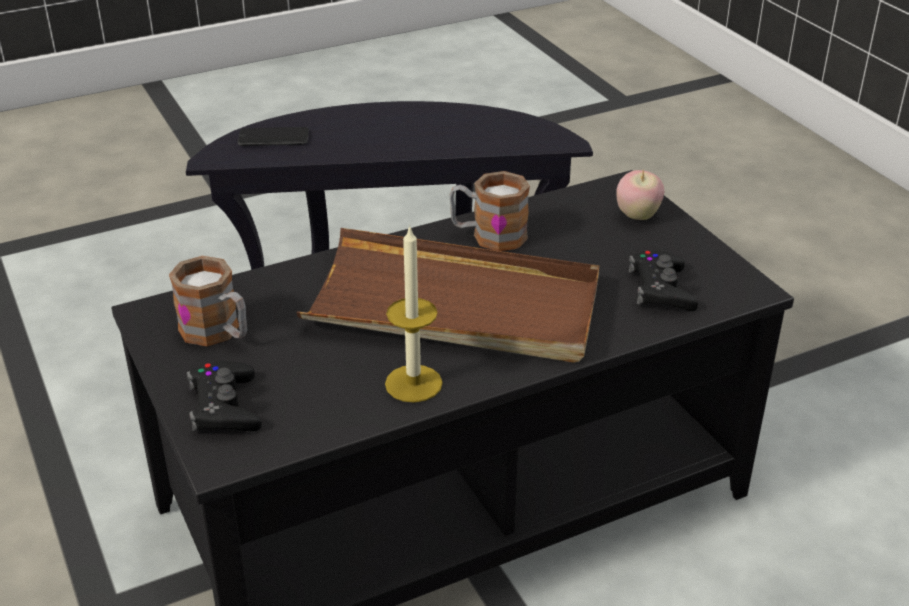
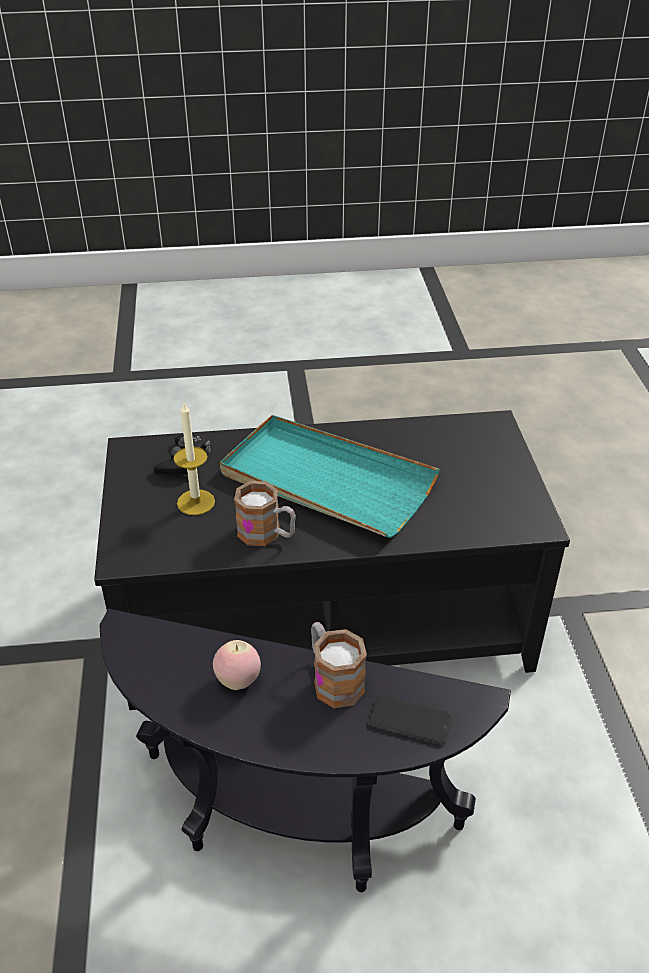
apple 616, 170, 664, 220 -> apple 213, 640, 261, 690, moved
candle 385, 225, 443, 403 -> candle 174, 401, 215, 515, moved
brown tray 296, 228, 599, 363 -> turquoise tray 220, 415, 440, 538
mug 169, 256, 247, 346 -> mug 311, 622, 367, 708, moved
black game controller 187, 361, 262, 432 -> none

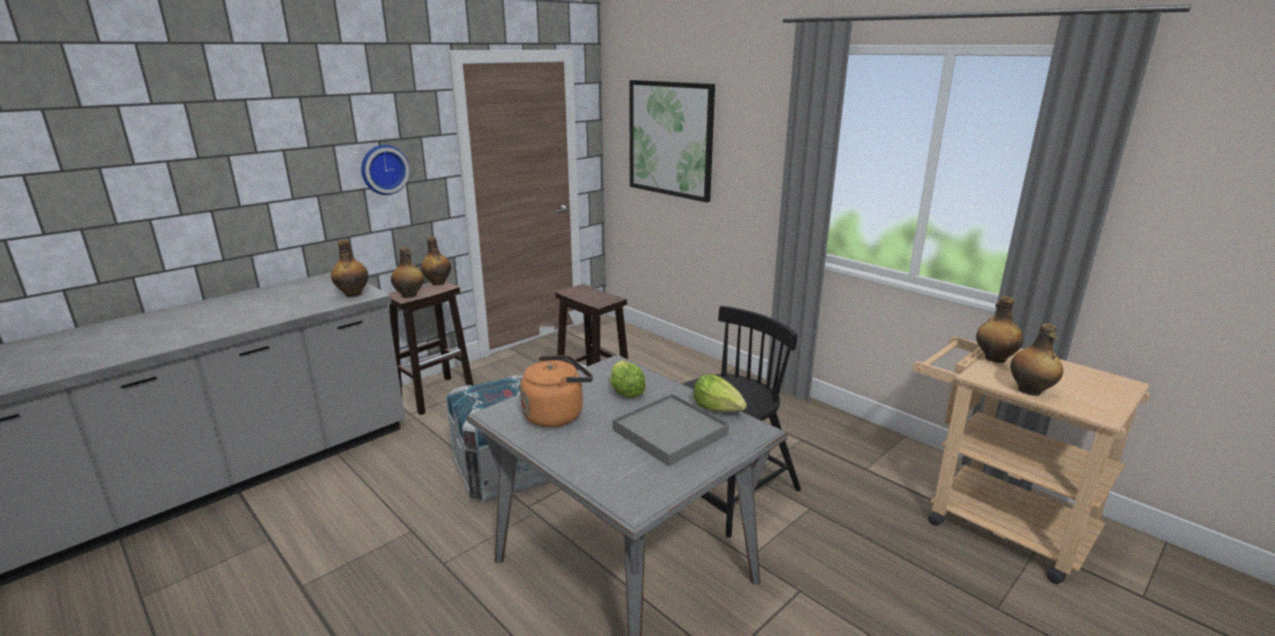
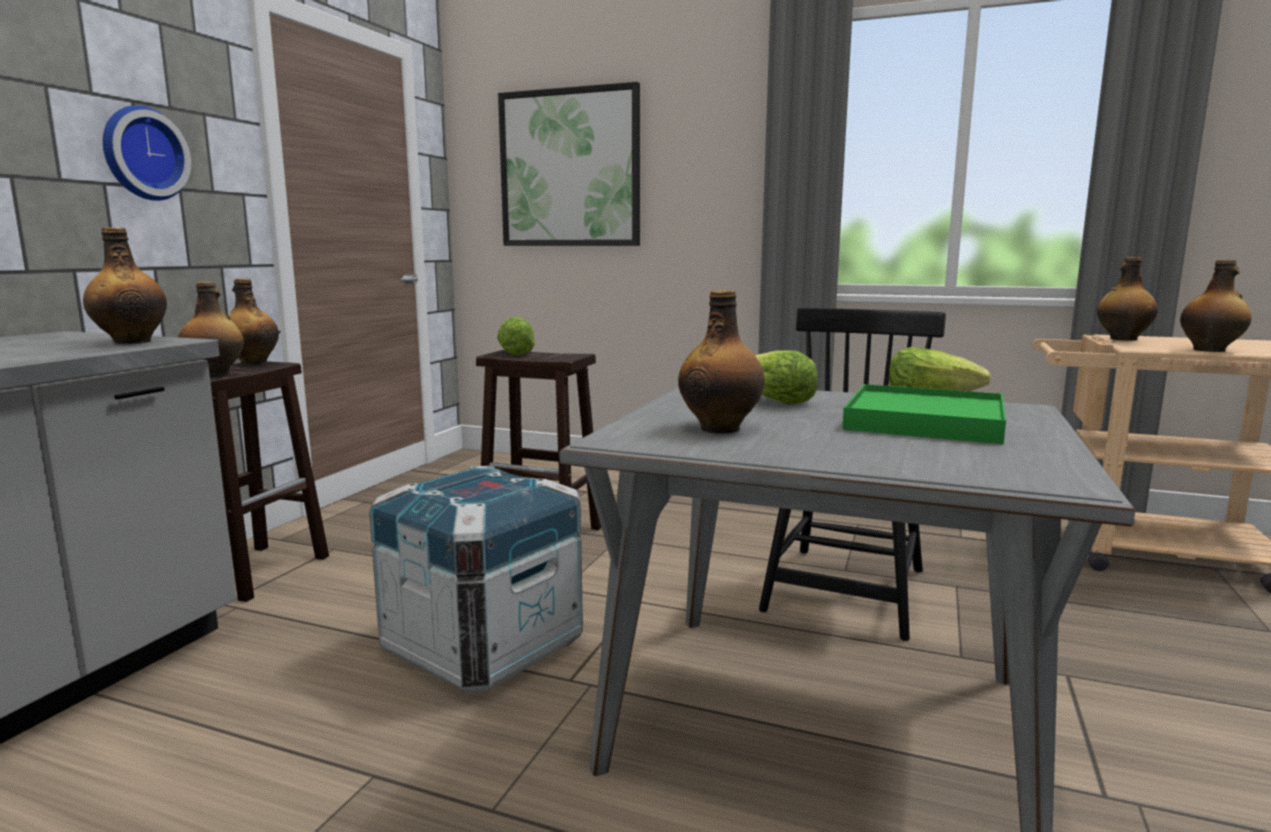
orange kettle 520, 355, 593, 428 -> bottle 678, 290, 765, 434
grey tray 613, 394, 729, 466 -> green tray 842, 384, 1006, 444
none -> lettuce 497, 317, 535, 355

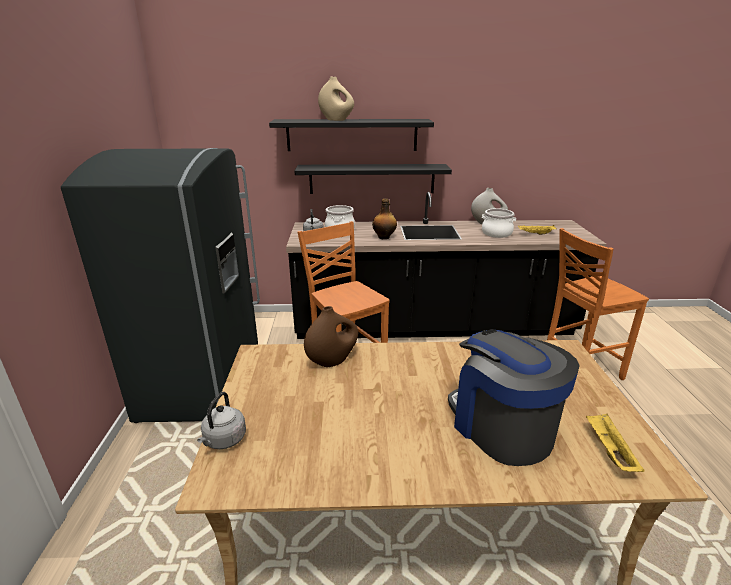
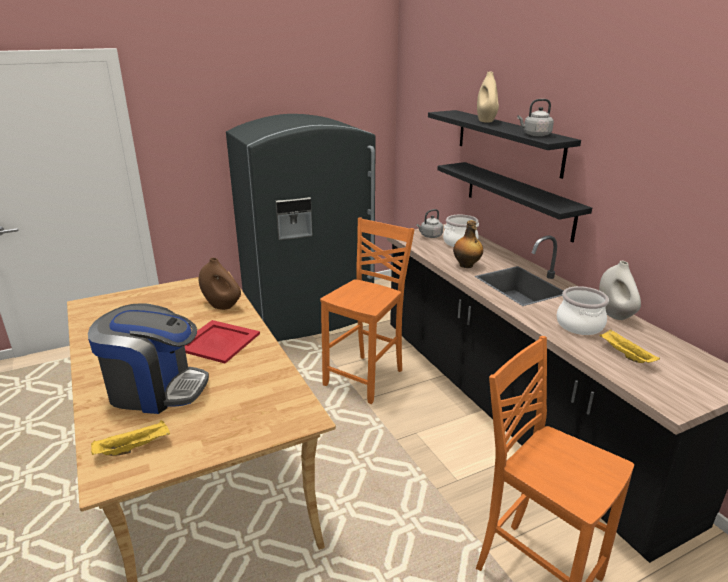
coffee machine 448, 329, 580, 466 -> coffee machine 88, 303, 209, 414, 60 degrees clockwise
grey kettle 197, 392, 246, 449 -> grey kettle 517, 99, 554, 136, moved
none -> red tray 185, 320, 260, 363

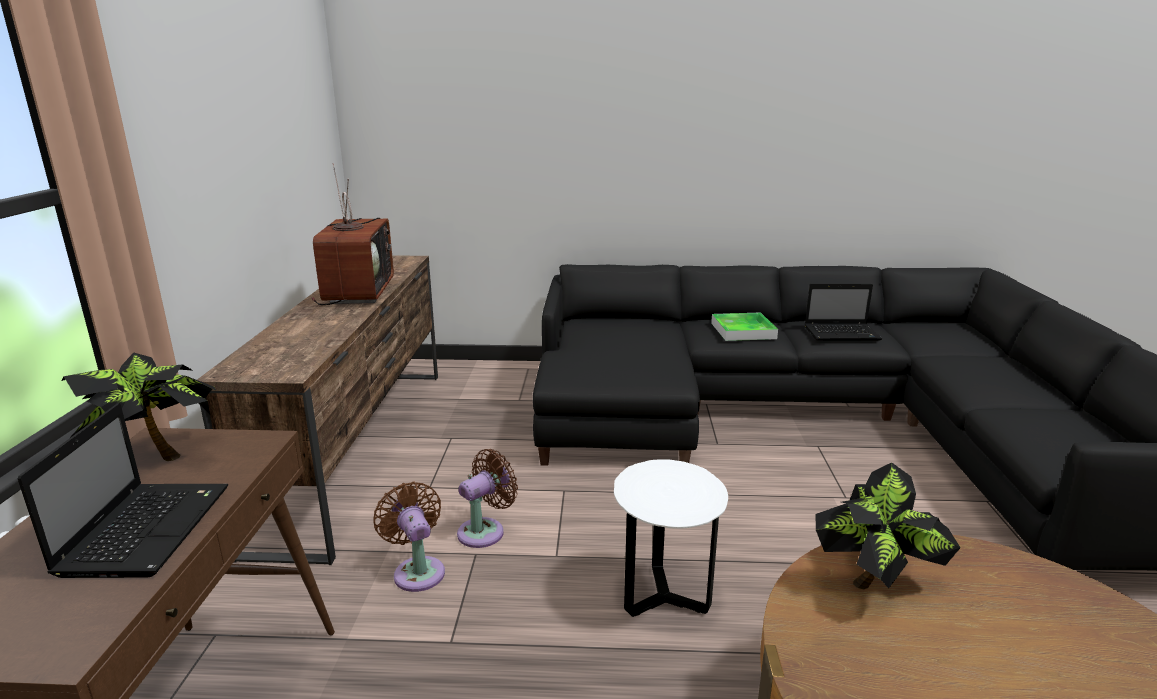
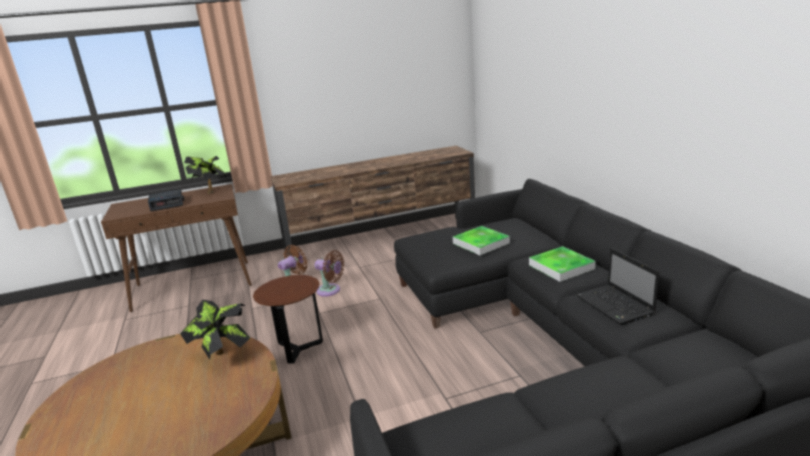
television 312, 163, 394, 305 -> none
laptop 18, 404, 228, 578 -> alarm clock 148, 189, 184, 211
white side table 614, 459, 728, 617 -> brown side table 253, 275, 323, 364
none -> tray 453, 226, 510, 255

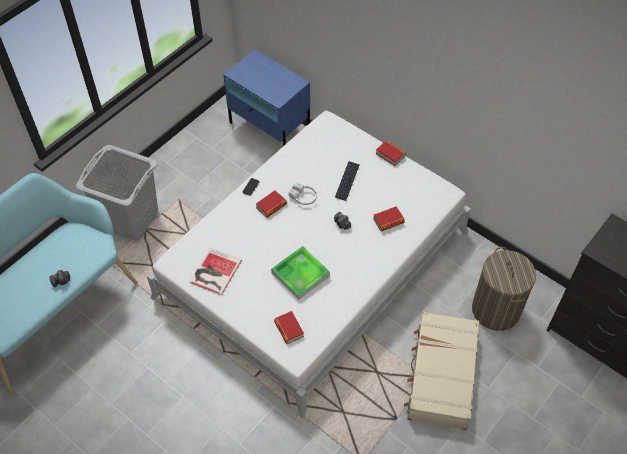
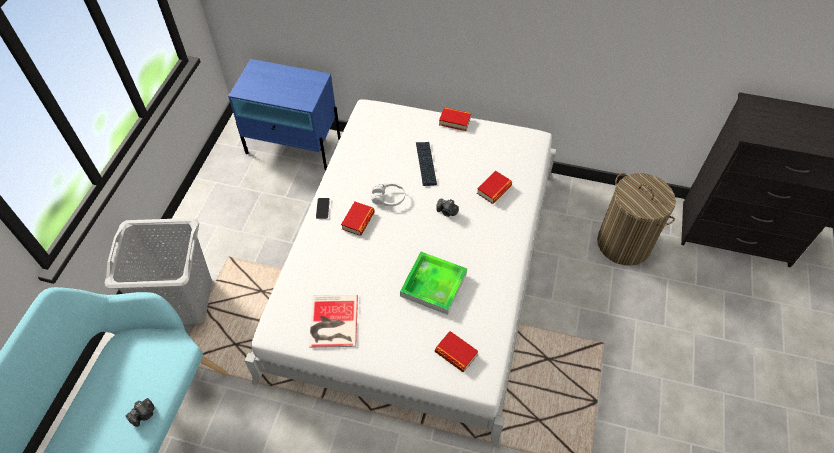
beige suitcase 404, 312, 479, 430 -> none

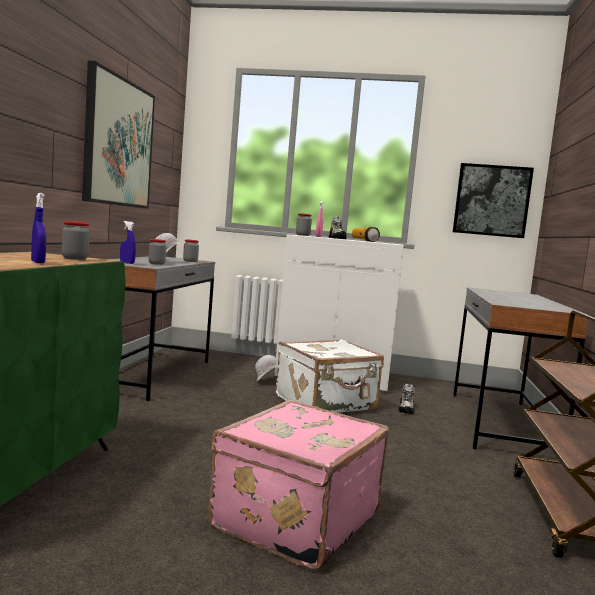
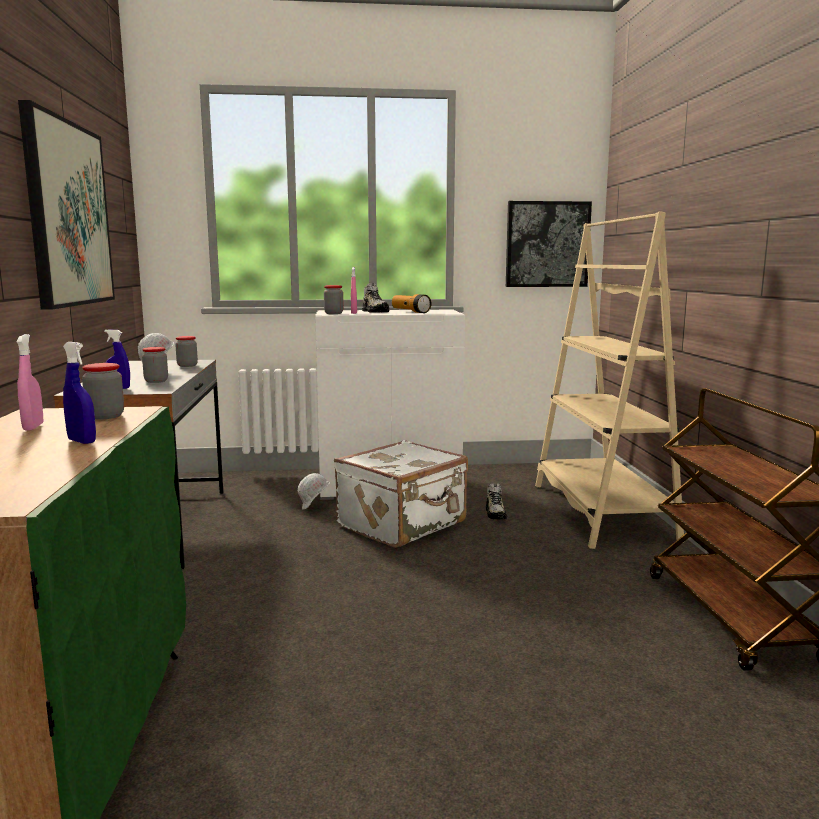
grey desk 453, 288, 588, 450 -> beige bookcase 535, 212, 684, 549
pink suitcase 208, 400, 389, 570 -> none
none -> pink spray bottle 16, 334, 43, 430

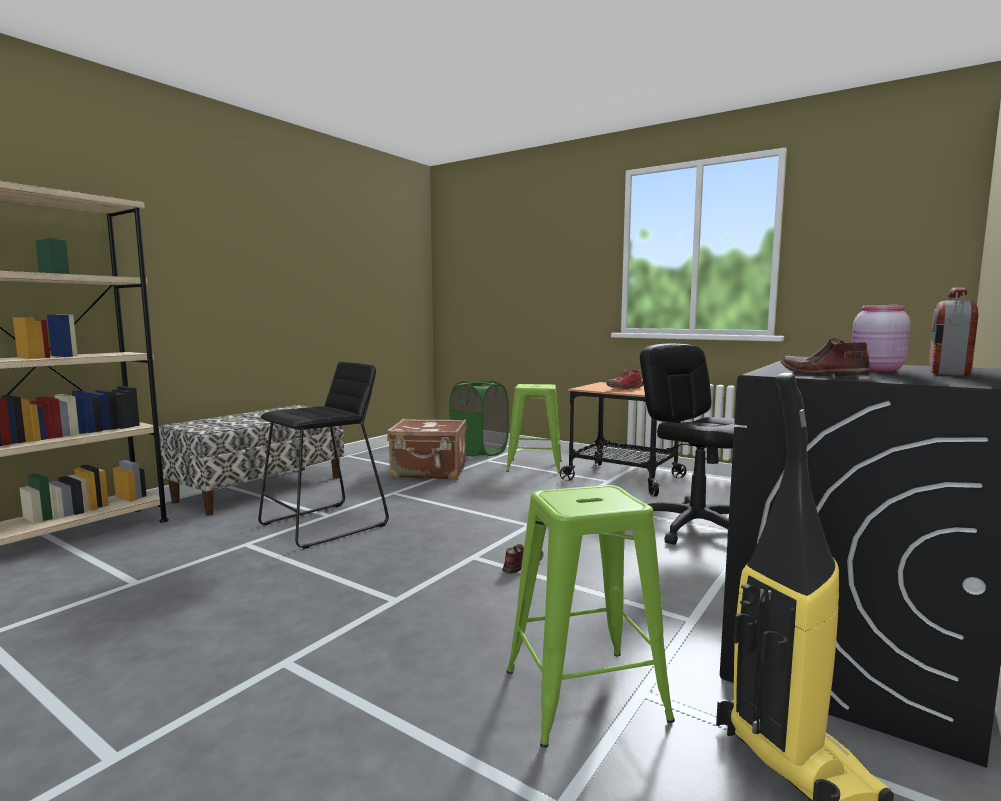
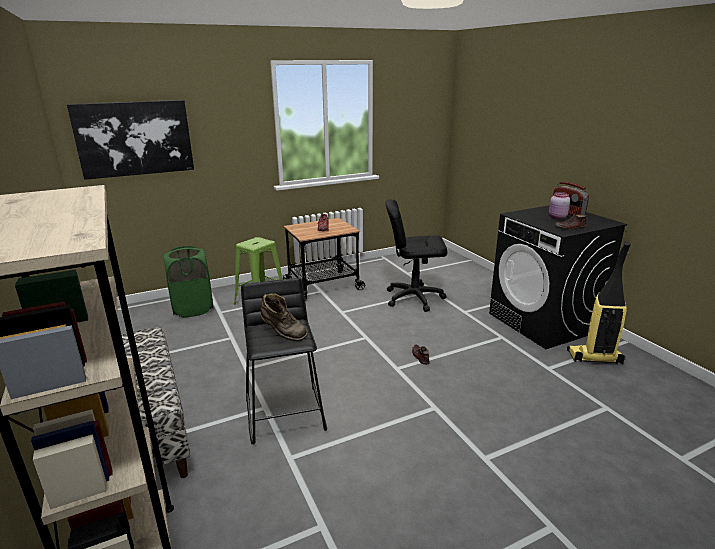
brown suitcase 387, 419, 466, 480 -> none
green stool 506, 485, 675, 748 -> none
none -> picture 67, 100, 194, 180
none -> brown boot 260, 294, 308, 341

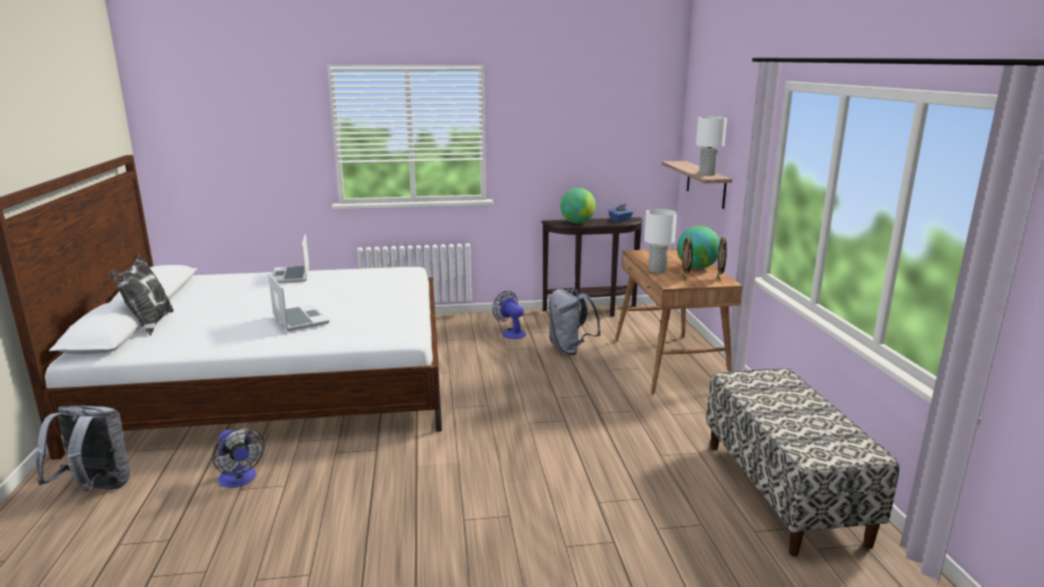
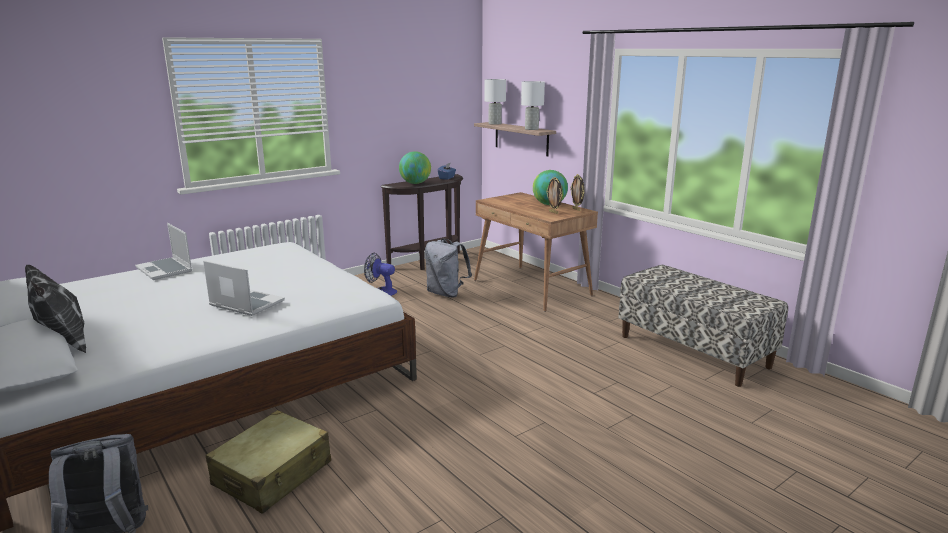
white table lamp 644, 209, 677, 273 -> white table lamp 485, 79, 506, 125, moved
fan 212, 428, 265, 488 -> beige suitcase 206, 410, 331, 514

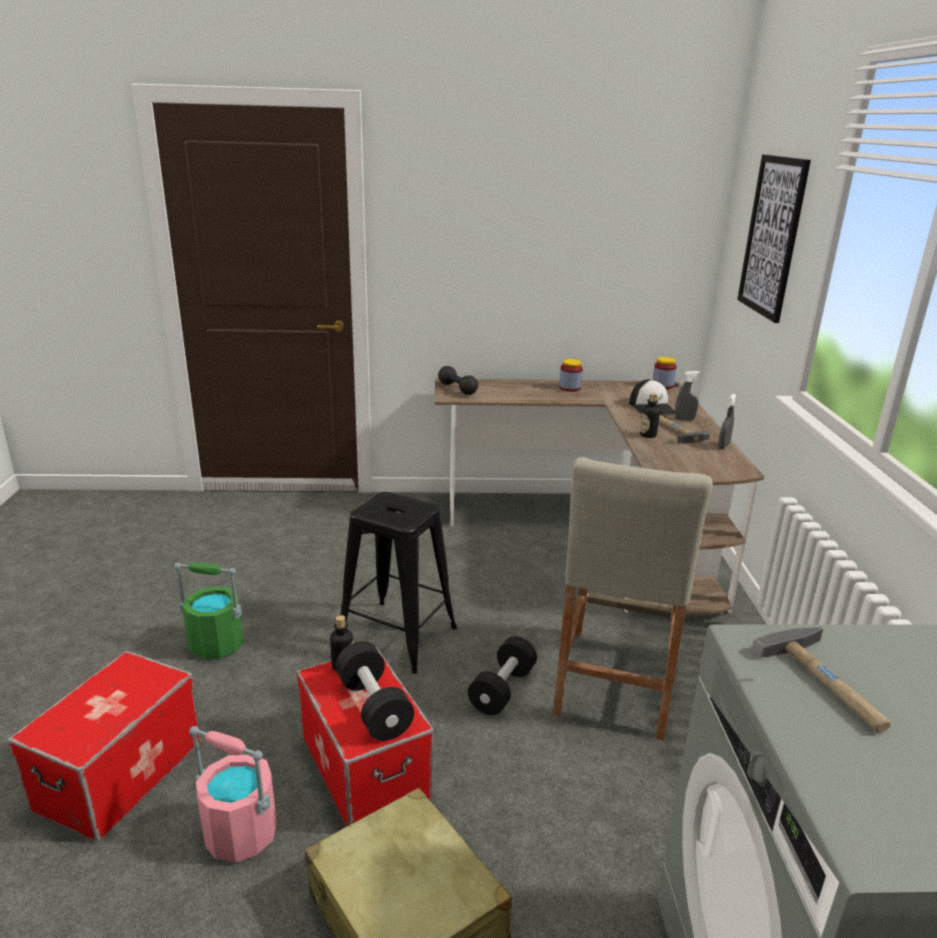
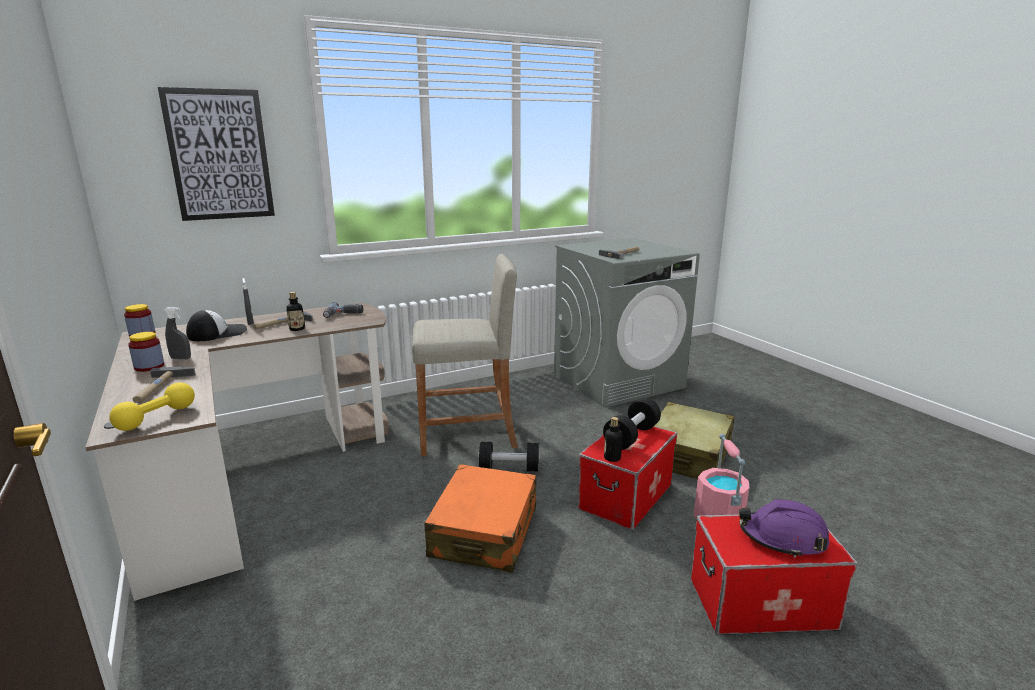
black dumbbell 438, 366, 478, 395 -> yellow dumbbell 109, 382, 195, 431
grey spray bottle 718, 394, 736, 449 -> grey spray bottle 164, 307, 191, 360, moved
black stool 341, 492, 457, 674 -> orange suitcase 425, 464, 536, 573
green bucket 174, 563, 243, 659 -> none
none -> power drill 323, 302, 363, 318
none -> hammer 133, 367, 196, 403
none -> purple hard hat 739, 499, 829, 558

